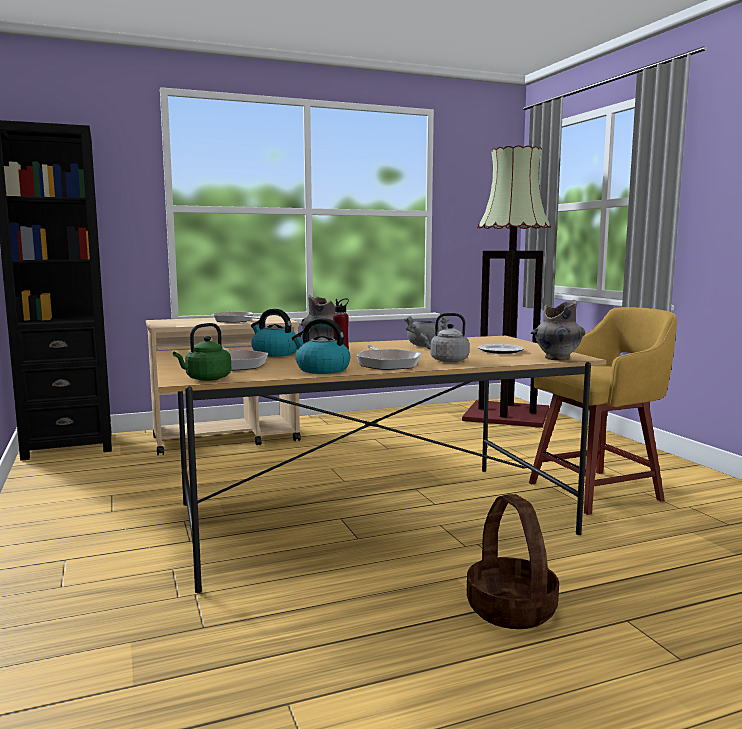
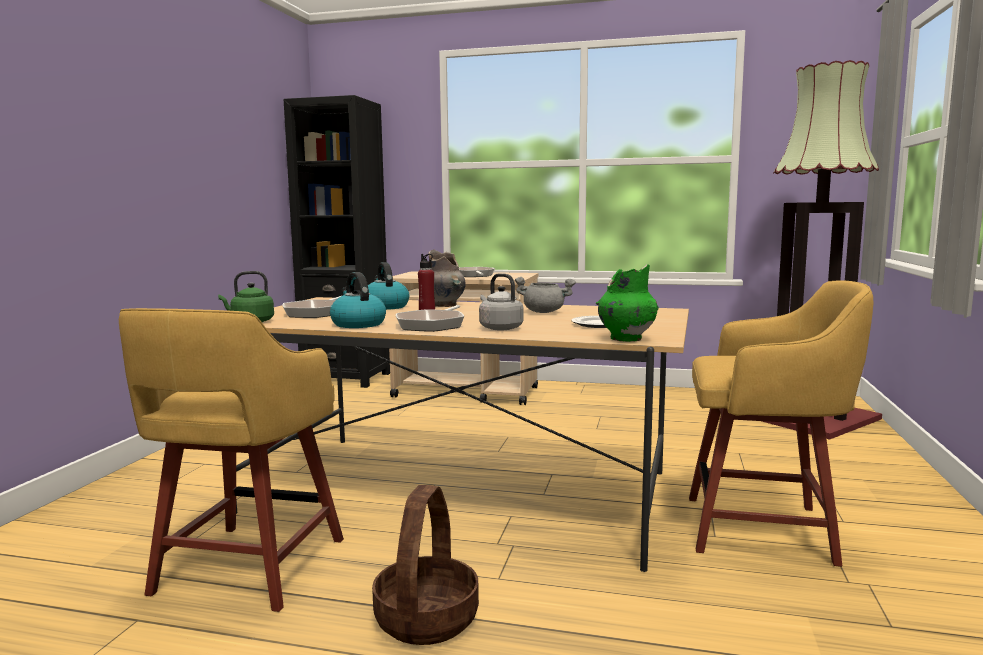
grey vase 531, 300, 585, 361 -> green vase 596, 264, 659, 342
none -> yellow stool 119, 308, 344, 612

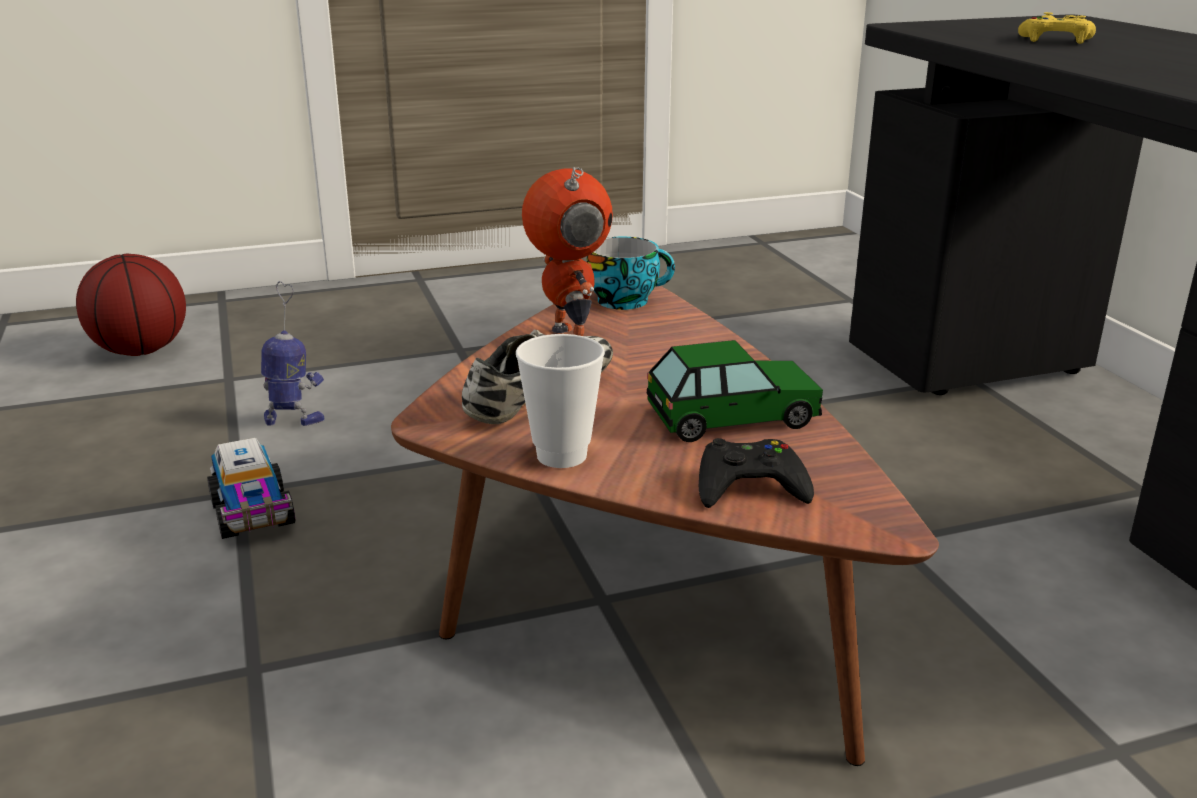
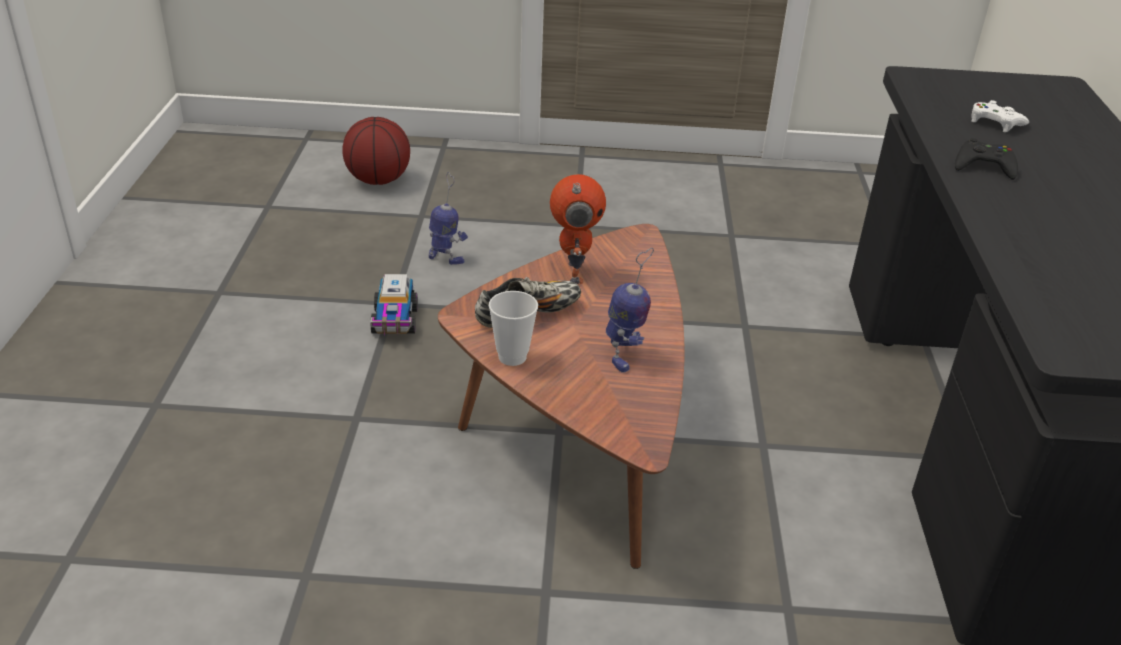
yellow game controller 1018, 12, 1096, 44 -> white game controller 971, 100, 1029, 132
cup 586, 237, 675, 310 -> none
toy car 647, 340, 823, 442 -> toy robot 606, 248, 654, 372
black game controller 699, 438, 814, 508 -> black game controller 955, 138, 1018, 180, moved

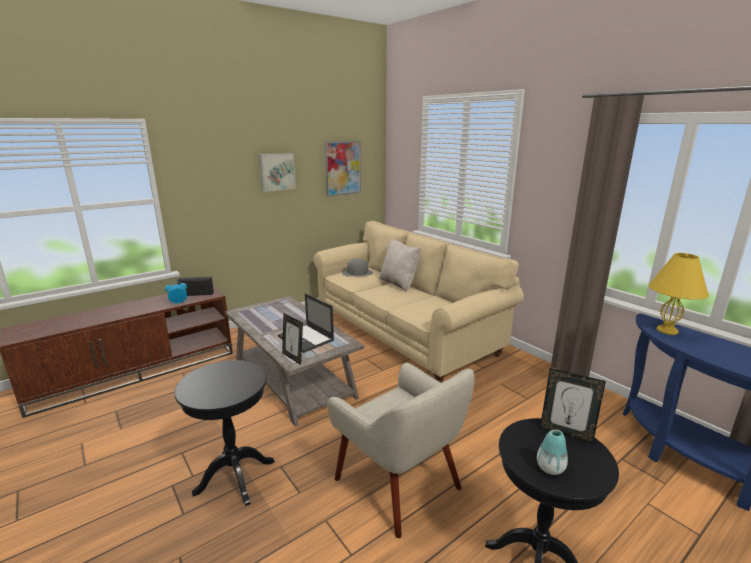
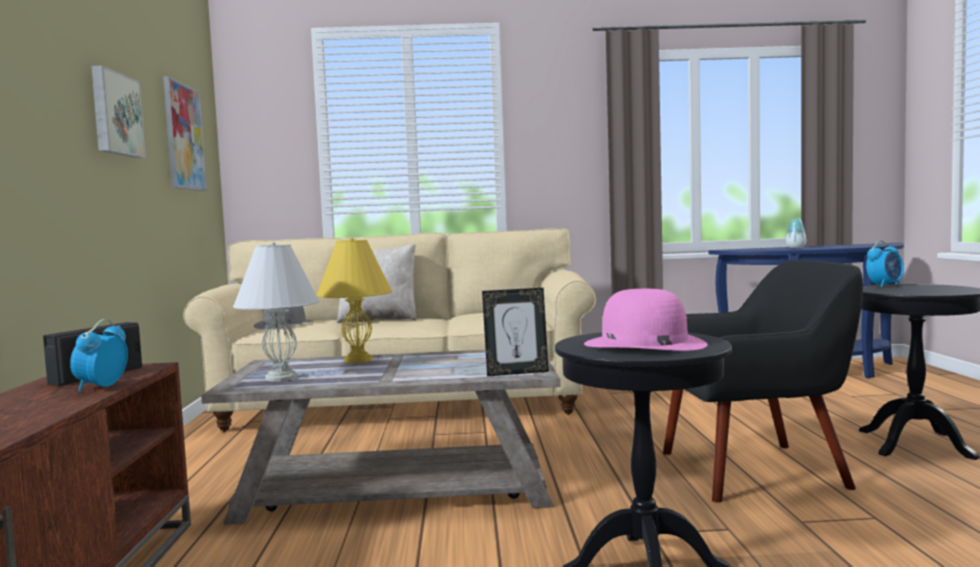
yellow table lamp 649, 253, 709, 335 -> yellow table lamp 316, 238, 392, 363, moved
laptop 278, 293, 334, 353 -> none
beige armchair 327, 363, 475, 538 -> black armchair 663, 260, 863, 503
picture frame 540, 368, 606, 443 -> alarm clock 866, 240, 904, 287
vase 537, 430, 568, 475 -> vase 786, 218, 806, 248, moved
none -> white table lamp 233, 242, 320, 382
none -> pink hat 584, 289, 708, 351

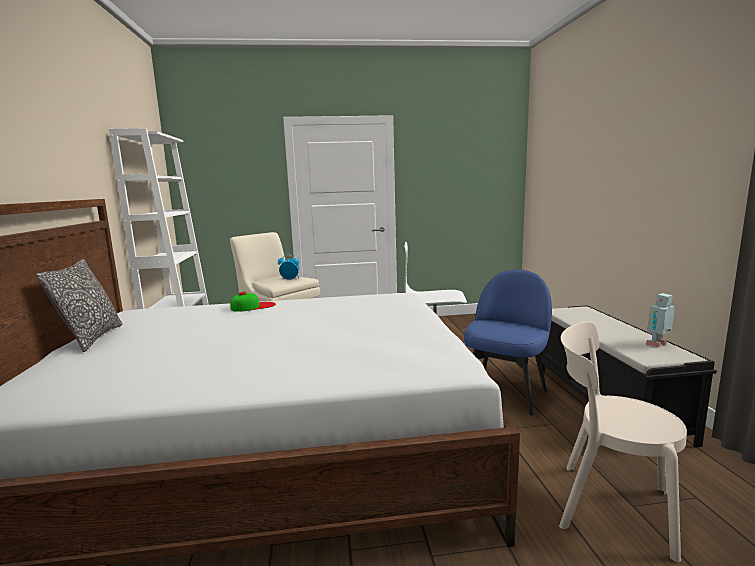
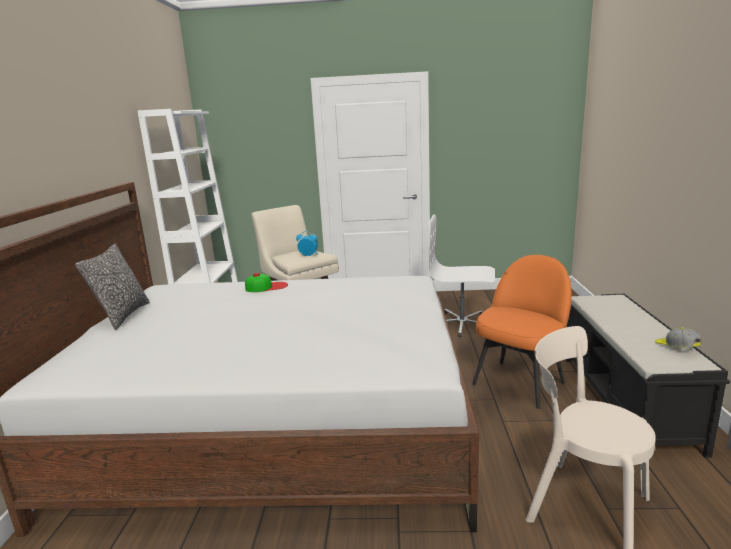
blue chair 464, 270, 552, 415 -> orange chair 472, 255, 572, 409
toy robot 646, 293, 675, 347 -> cap 655, 327, 701, 348

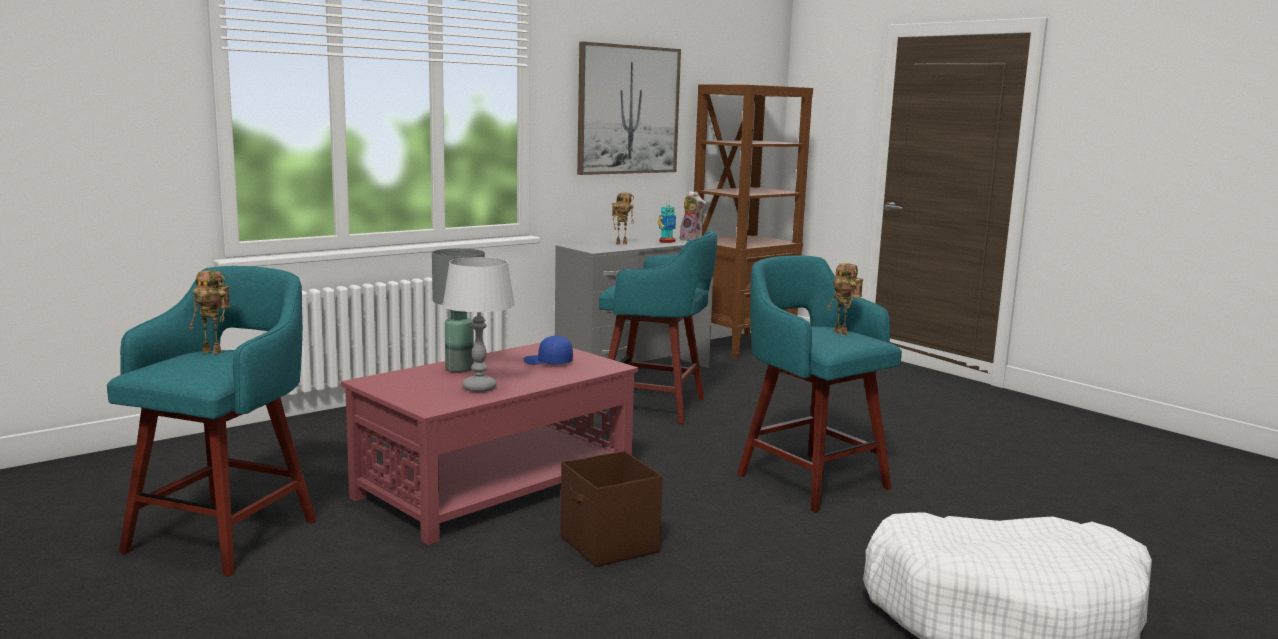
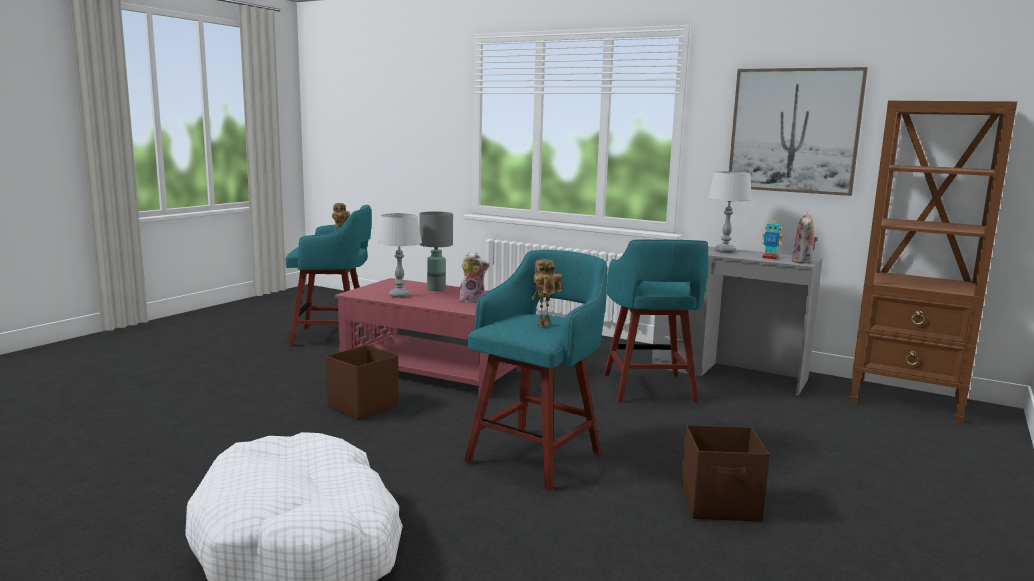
toy robot 612, 193, 634, 245 -> grey table lamp 707, 171, 752, 253
blue cap 524, 336, 573, 365 -> plush toy 459, 252, 489, 303
none -> brown storage box 681, 425, 770, 522

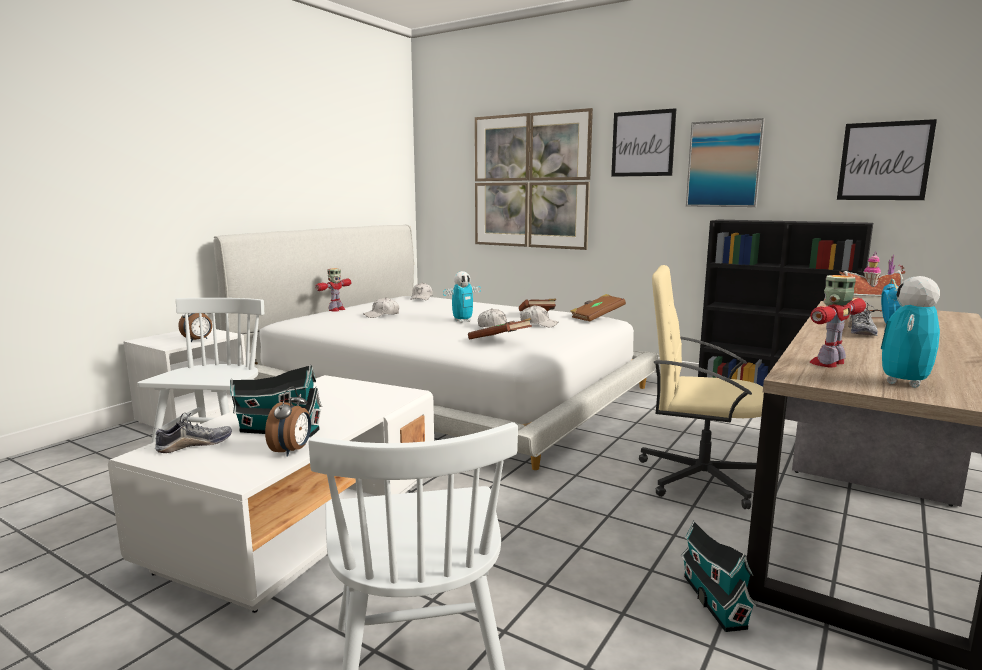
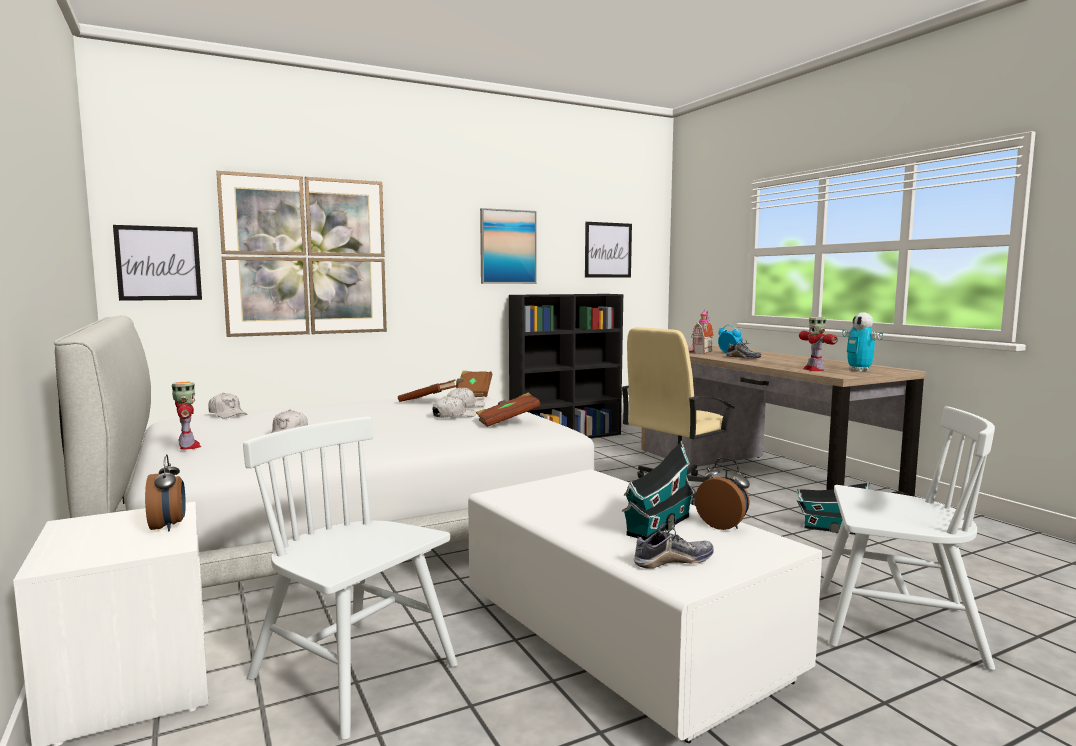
picture 611, 108, 676, 177 -> picture 113, 225, 202, 301, moved
toy robot 443, 271, 481, 323 -> none
shoe 154, 413, 232, 453 -> shoe 634, 521, 714, 569, 75 degrees clockwise

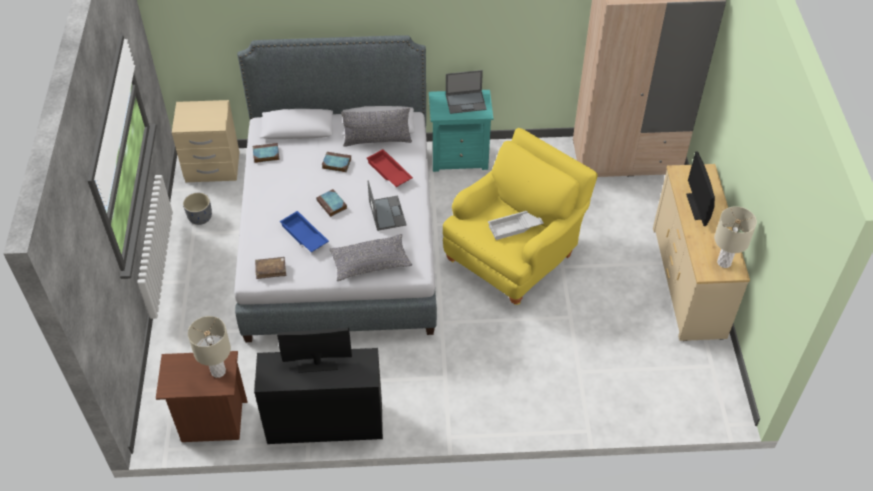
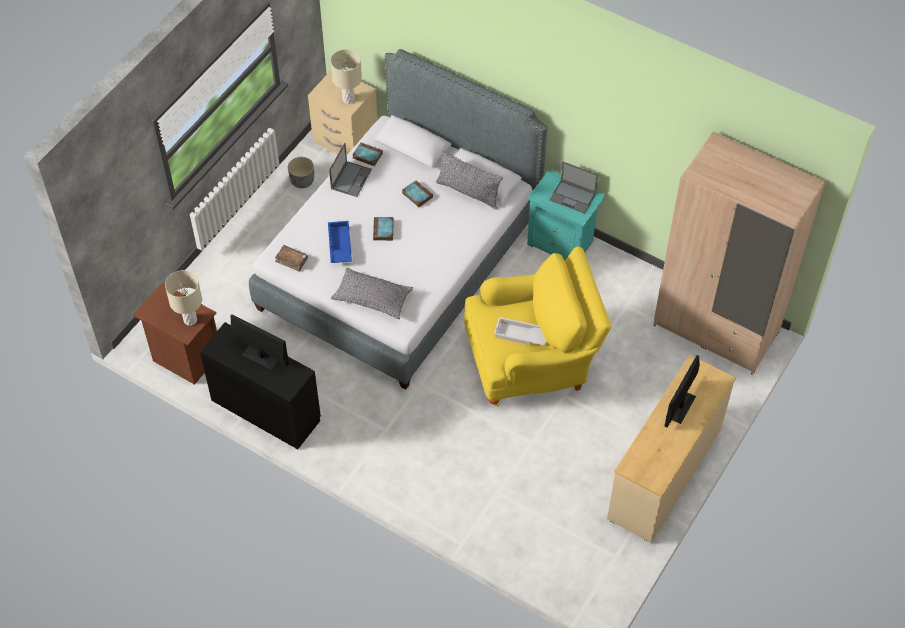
red tray 367, 149, 413, 187 -> none
laptop 368, 180, 407, 231 -> laptop 329, 143, 372, 197, moved
beige table lamp 714, 206, 757, 268 -> beige table lamp 331, 49, 362, 104, moved

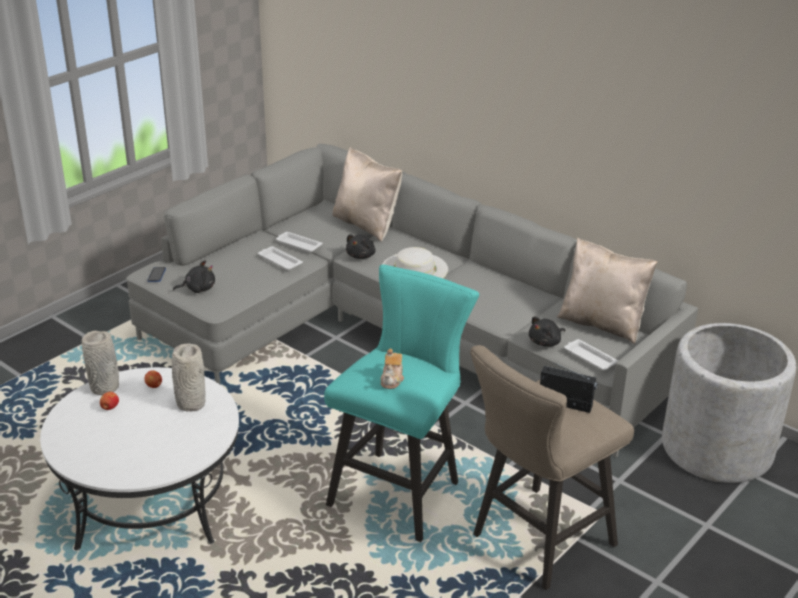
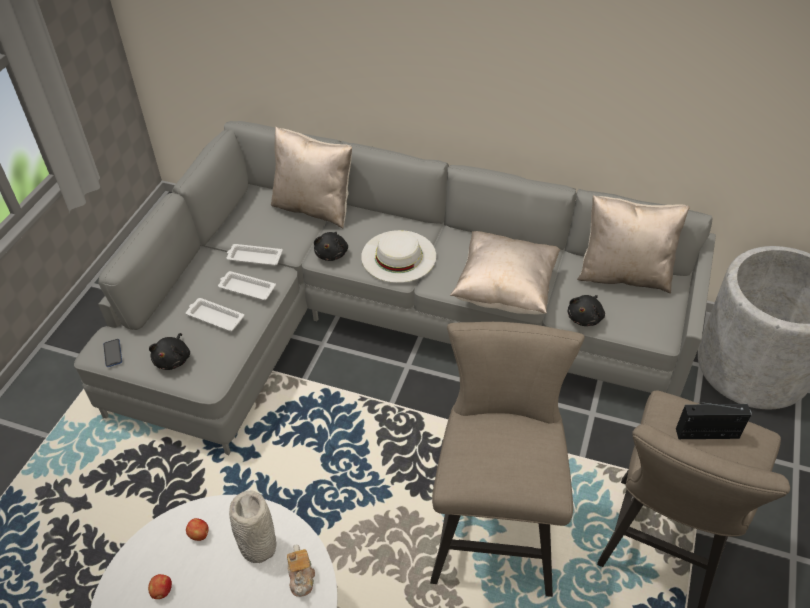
black plush toy 173, 260, 215, 293 -> black plush toy 149, 333, 190, 370, 135 degrees clockwise
turquoise stool 324, 265, 479, 542 -> beige stool 430, 322, 585, 597
grey vase 82, 331, 119, 395 -> none
white tray 564, 339, 619, 370 -> white tray 186, 298, 245, 331, moved
teapot 381, 348, 404, 389 -> teapot 287, 545, 315, 597, moved
none -> beige pillow 450, 231, 560, 315

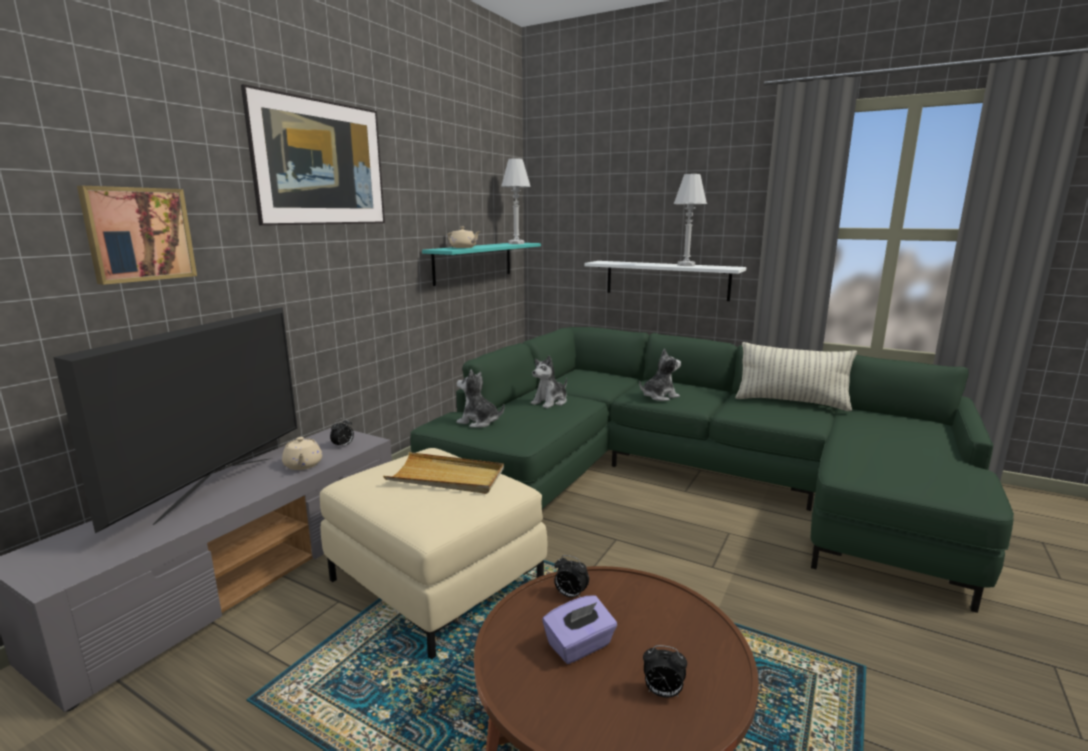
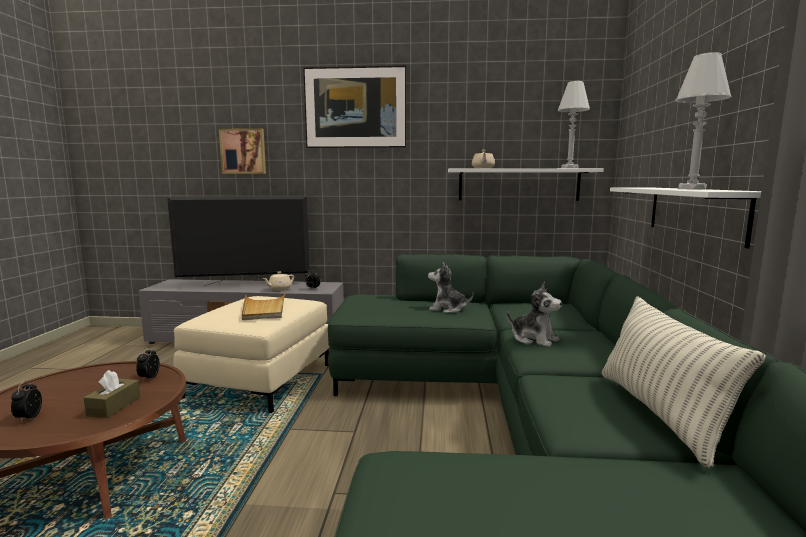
turquoise shelf 422, 243, 541, 286 -> white shelf 448, 168, 604, 201
plush toy 456, 369, 505, 428 -> none
purple tissue box 542, 595, 617, 664 -> none
none -> brown tissue box 84, 370, 140, 418

